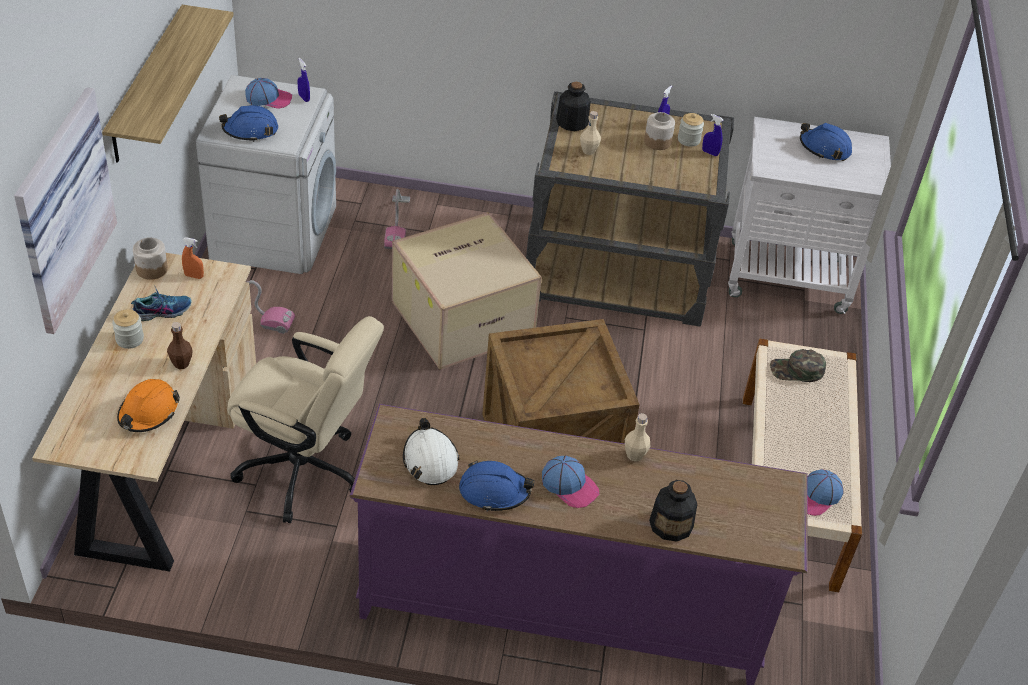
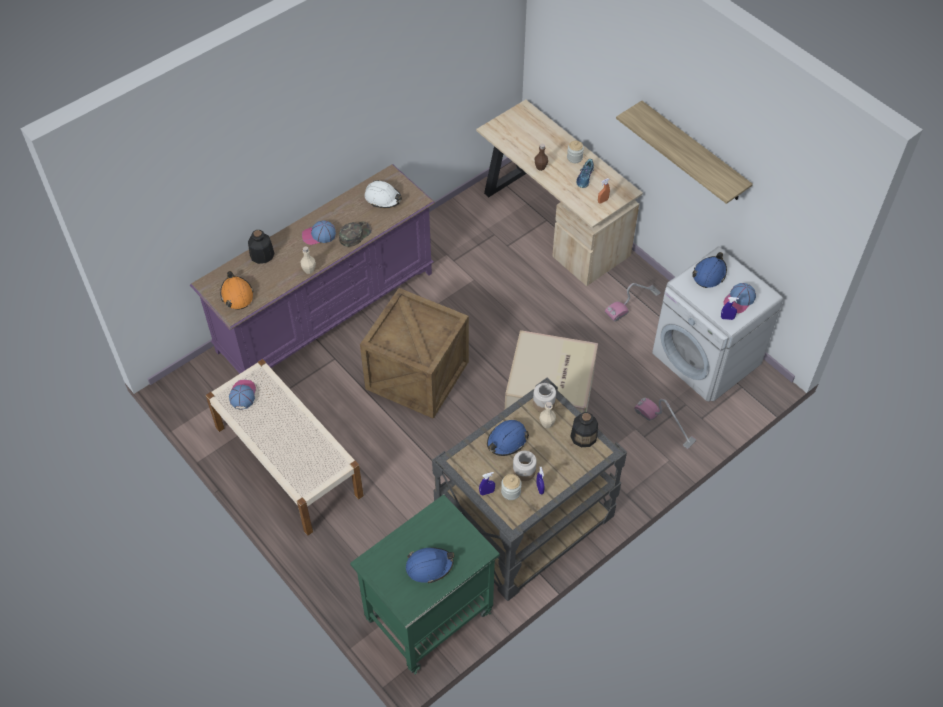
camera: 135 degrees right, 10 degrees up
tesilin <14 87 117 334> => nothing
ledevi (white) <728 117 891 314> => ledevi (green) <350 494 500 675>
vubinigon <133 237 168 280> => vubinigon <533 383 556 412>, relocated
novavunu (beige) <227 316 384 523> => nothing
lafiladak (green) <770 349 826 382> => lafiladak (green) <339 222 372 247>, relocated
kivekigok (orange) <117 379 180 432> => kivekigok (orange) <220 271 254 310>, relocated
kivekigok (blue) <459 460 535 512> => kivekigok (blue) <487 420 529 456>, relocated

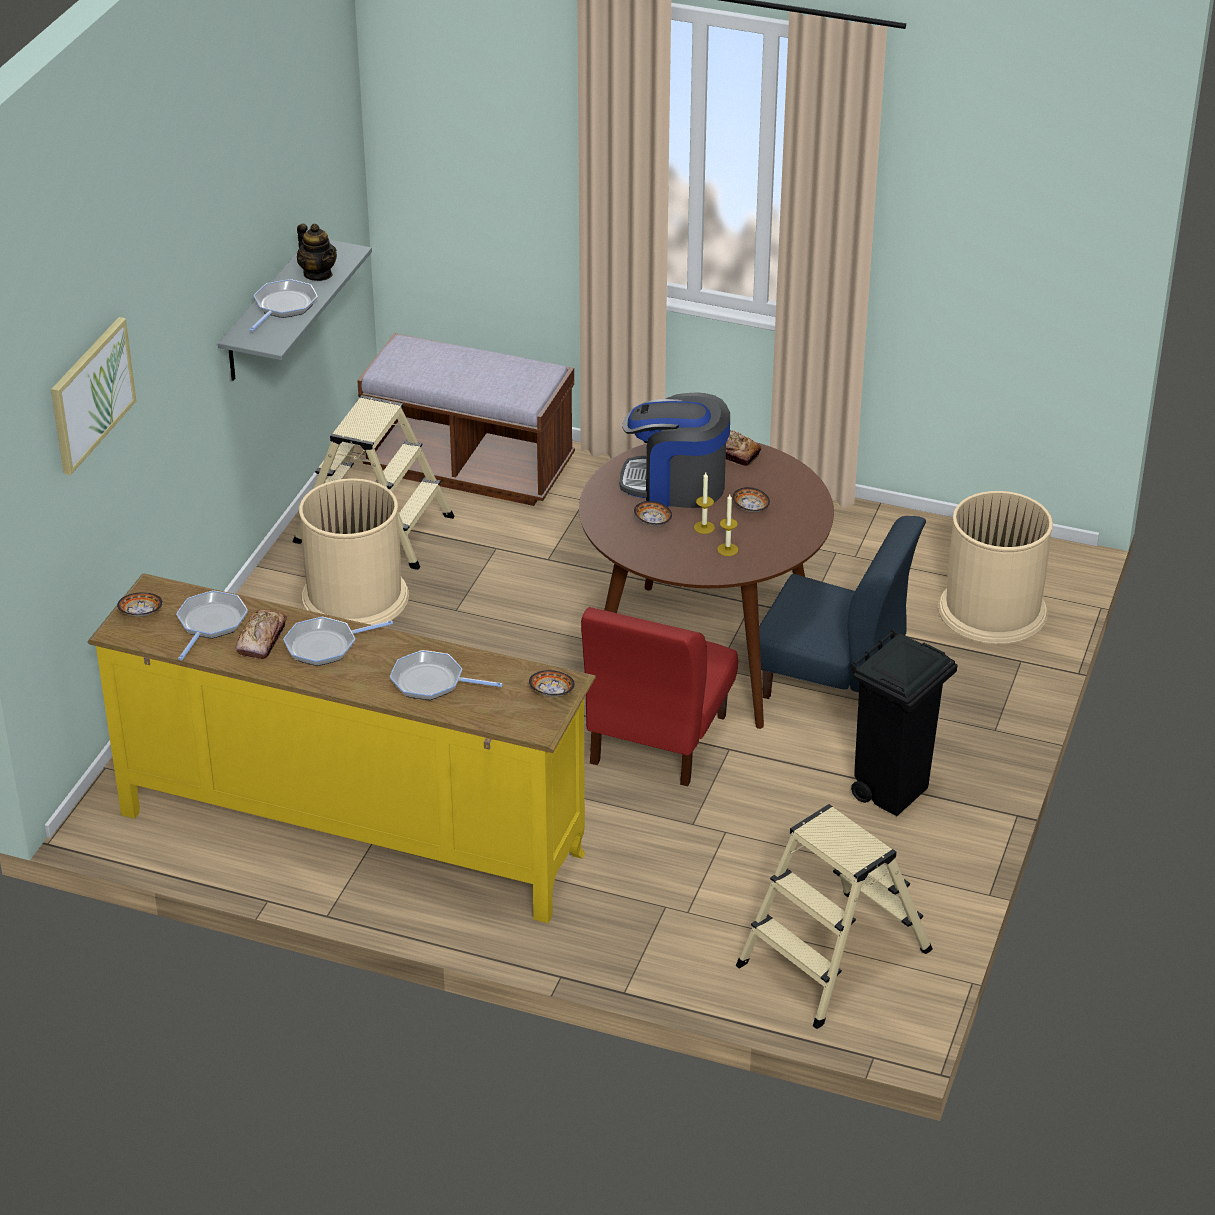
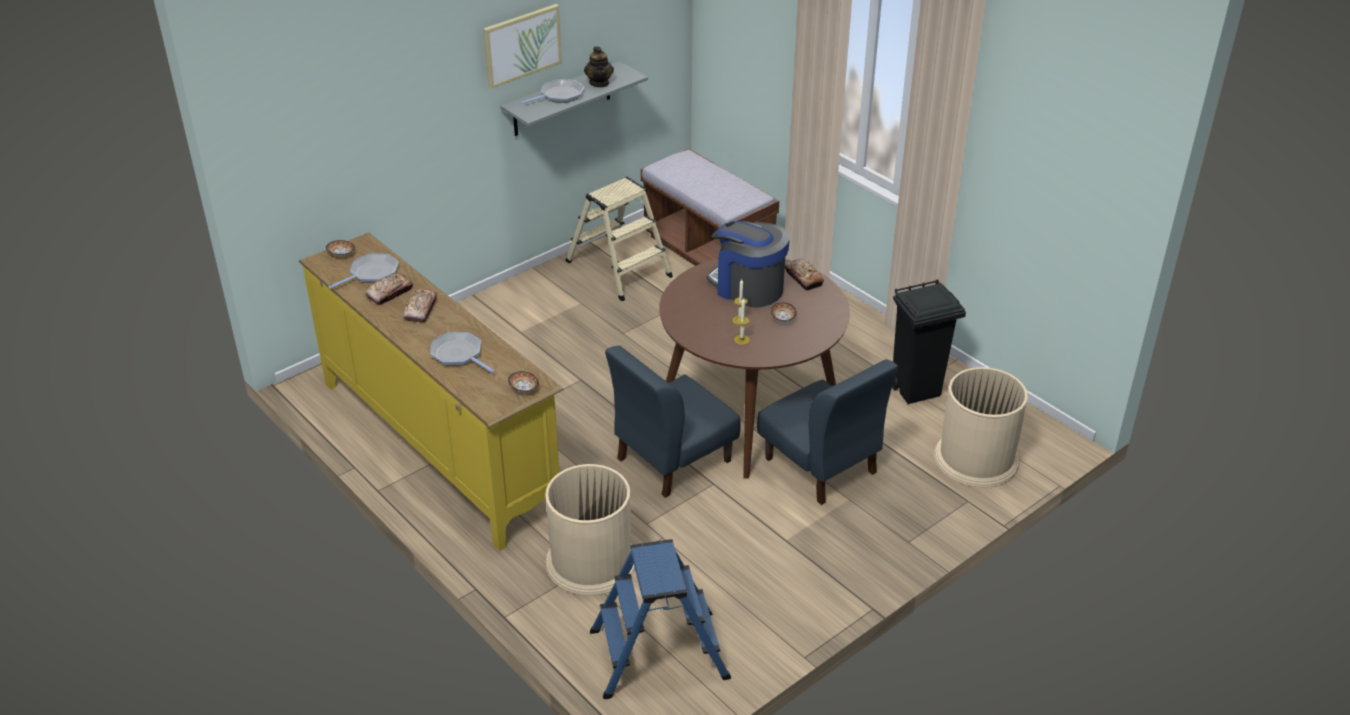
camera: 30 degrees right, 0 degrees up
tesilin <51 317 136 475> => tesilin <483 4 562 89>, relocated
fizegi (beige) <299 478 409 625> => fizegi (beige) <545 464 635 596>, relocated
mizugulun <634 501 672 526> => nothing
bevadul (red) <581 607 738 786> => bevadul (blue) <605 346 741 498>
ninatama <283 617 393 666> => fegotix <403 289 437 323>
fizegi (black) <851 629 957 816> => fizegi (black) <892 279 966 404>, relocated
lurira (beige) <736 804 933 1029> => lurira (blue) <590 539 731 699>

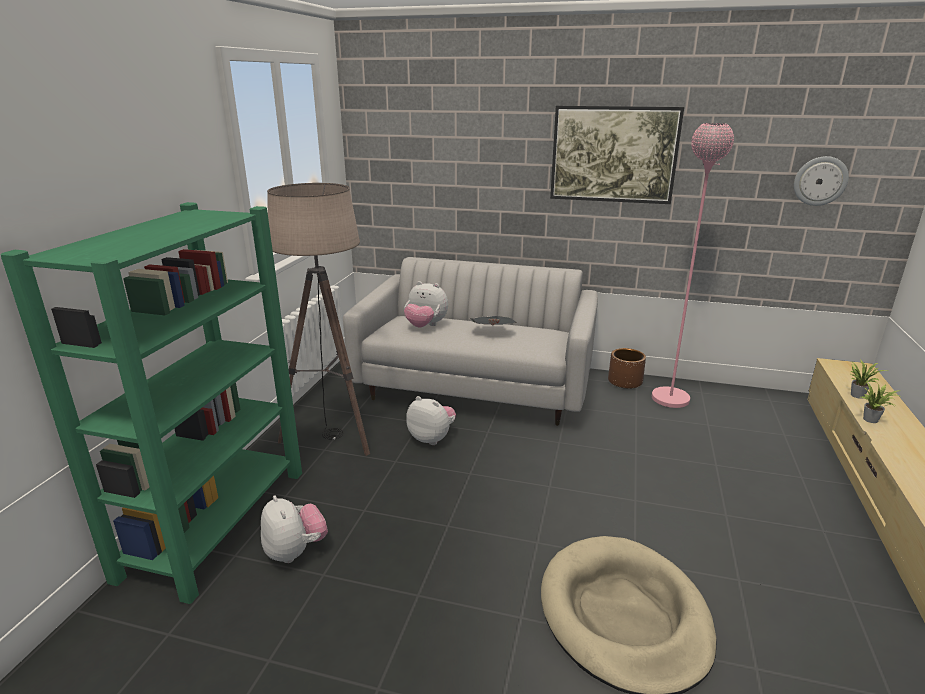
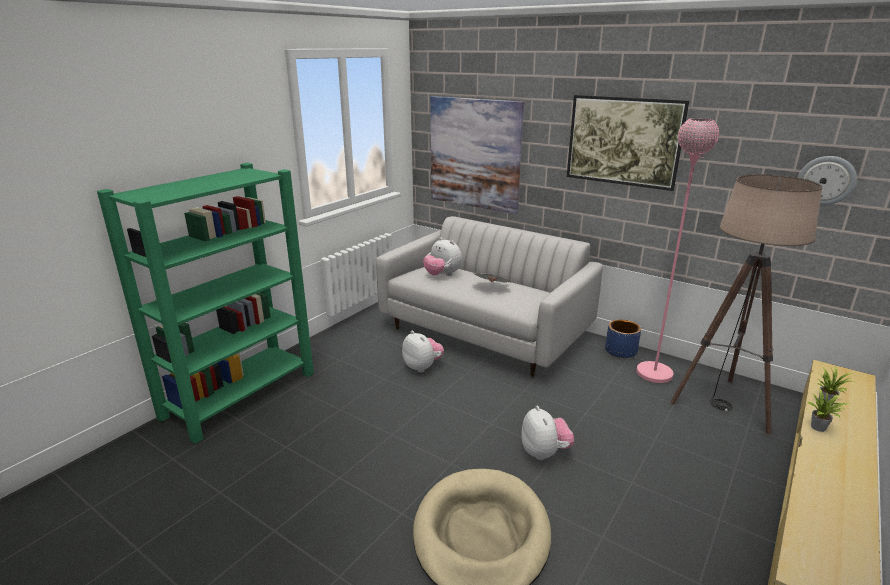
camera: 20 degrees right, 0 degrees up
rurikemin <267 183 370 456> => rurikemin <671 174 822 435>, relocated
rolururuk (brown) <608 348 646 389> => rolururuk (blue) <605 320 641 358>
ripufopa <261 495 328 563> => ripufopa <521 405 574 461>, relocated
nothing => tesilin <430 96 524 214>

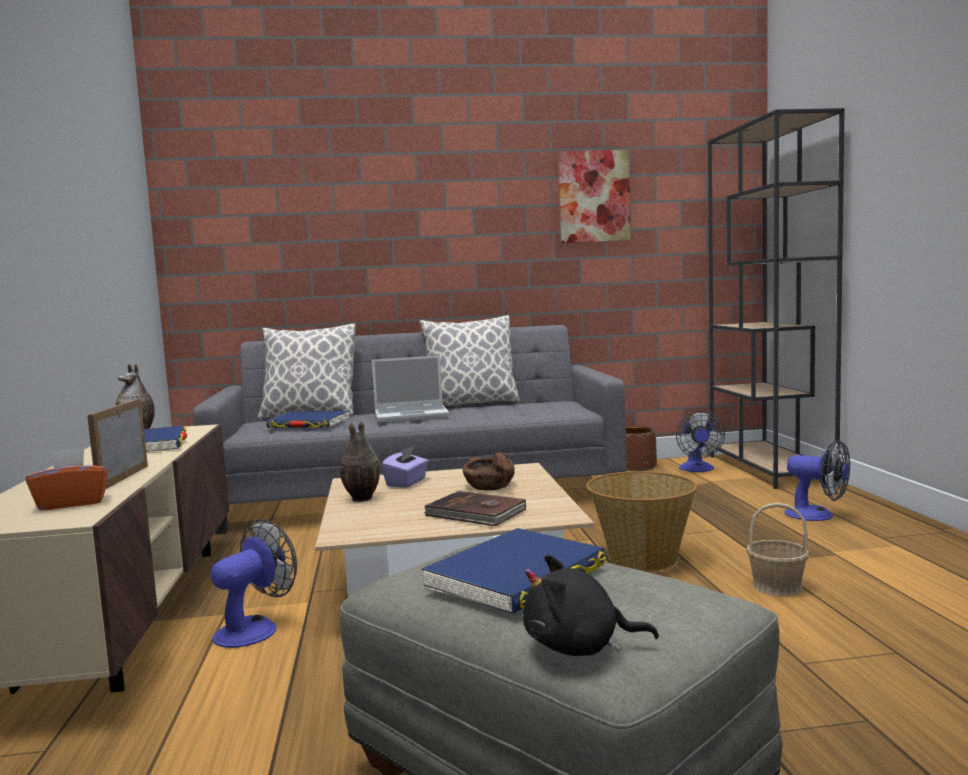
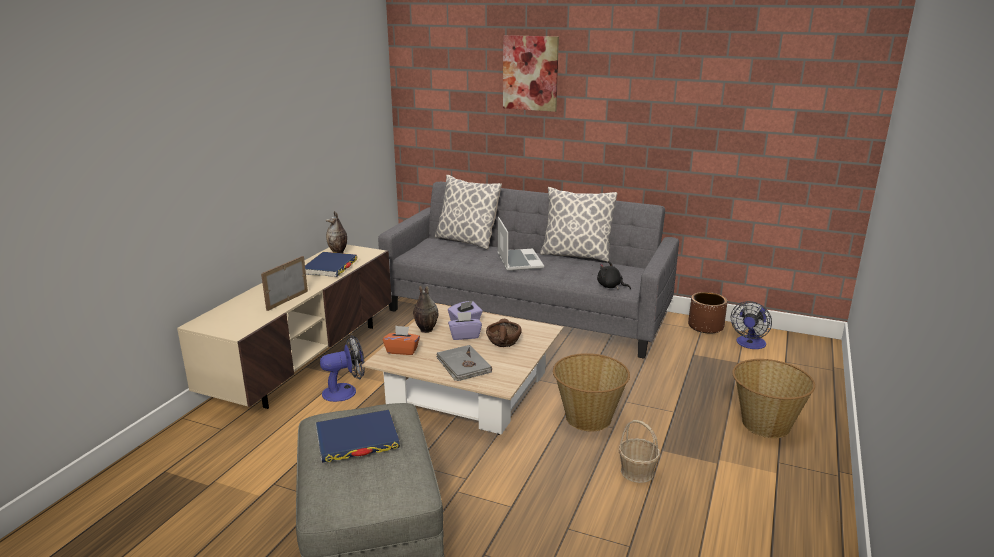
camera: 30 degrees right, 15 degrees up
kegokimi <708 108 845 489> => nothing
tesilin <558 150 631 243> => tesilin <503 35 559 112>, relocated
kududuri <372 355 450 422> => kududuri <498 217 544 271>, 120 degrees counterclockwise
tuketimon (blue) <266 411 350 428> => nothing
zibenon <785 440 850 521> => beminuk <732 359 815 438>
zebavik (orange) <26 448 109 511> => zebavik (orange) <383 325 420 355>, relocated
tuketimon (brown) <424 491 526 526> => tuketimon (grey) <436 345 492 381>
ripufopa (black) <523 554 659 656> => ripufopa (black) <597 261 631 289>, relocated
nothing => zebavik (purple) <448 312 482 340>

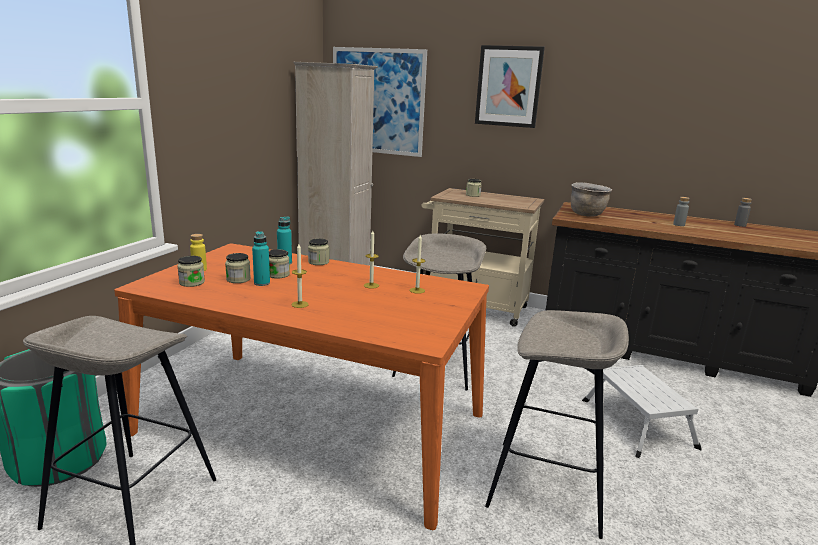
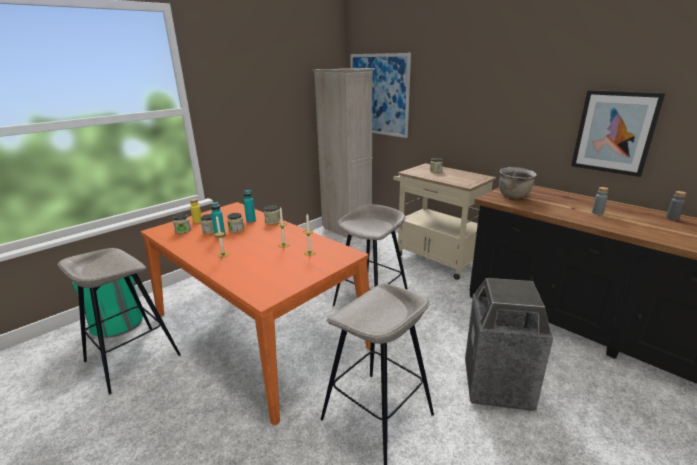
camera: 25 degrees right, 5 degrees up
tesilin <475 45 545 128> => tesilin <571 90 666 177>, relocated
lurira (white) <582 365 702 458> => fizegi <465 278 553 411>

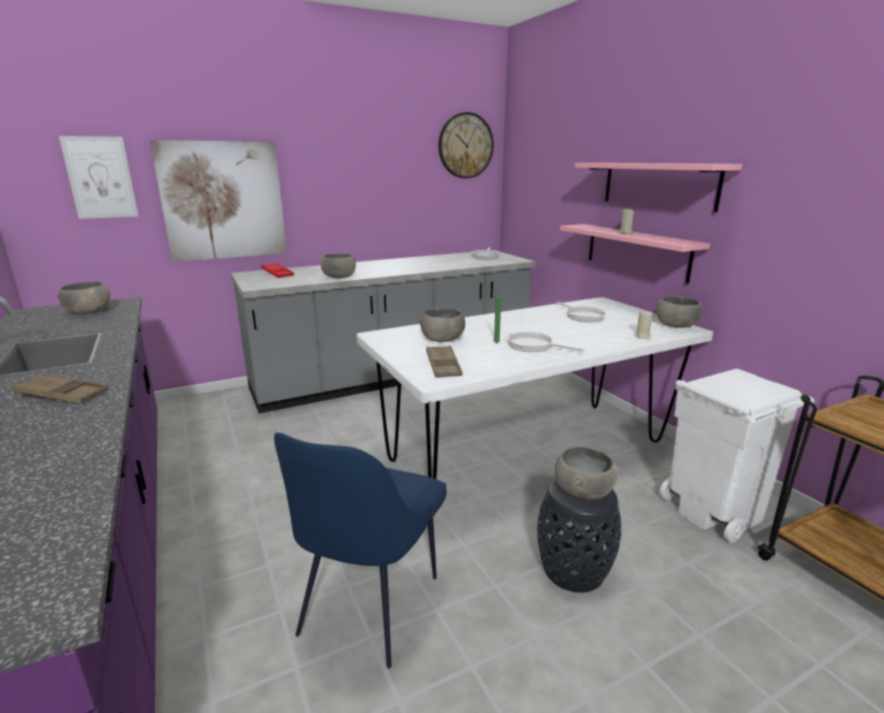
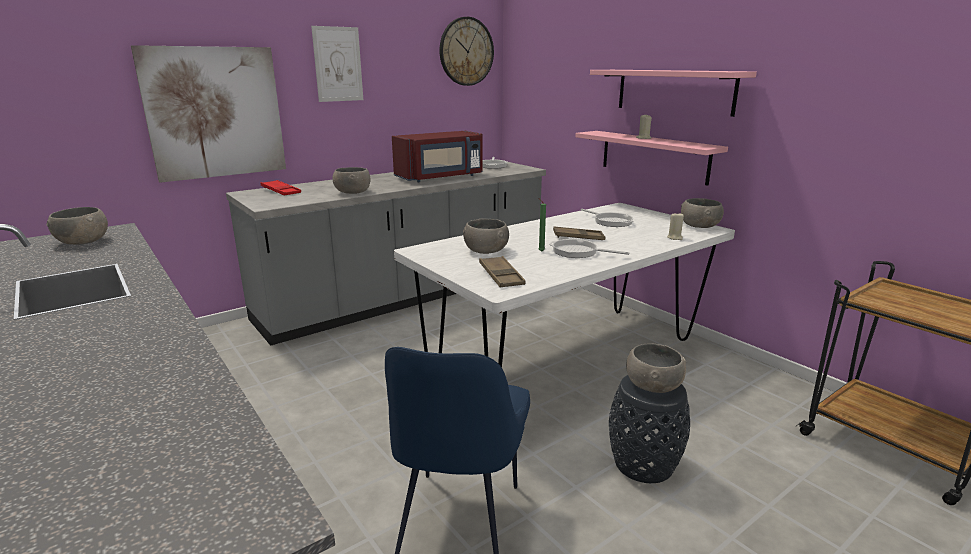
camera: 10 degrees left, 0 degrees up
tesilin <59 136 138 219> => tesilin <311 26 363 102>, relocated
fizegi (white) <659 369 815 543> => nothing
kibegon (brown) <11 373 108 404> => kibegon (brown) <553 226 606 240>, relocated
nothing => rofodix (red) <392 131 483 182>

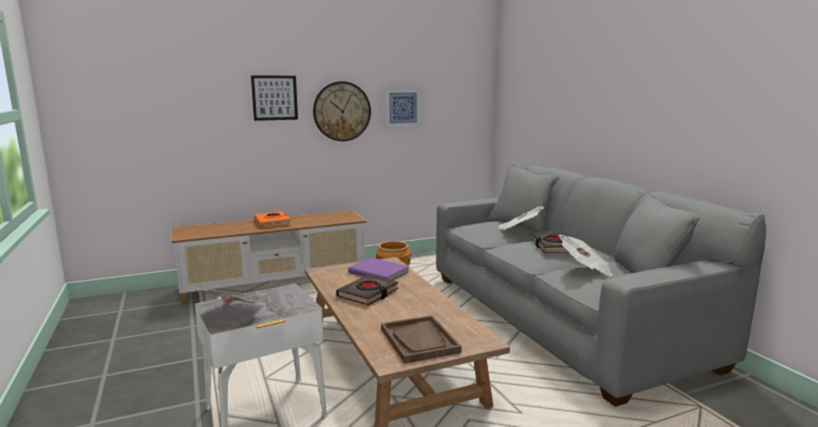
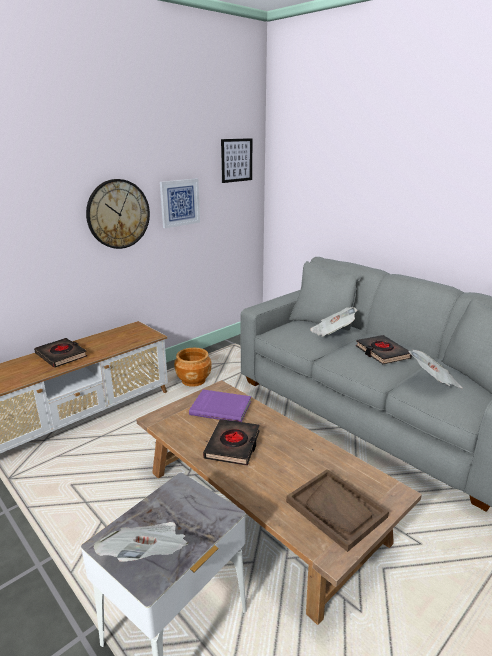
camera: 20 degrees left, 10 degrees up
tesilin <251 75 298 121> => tesilin <221 138 252 183>, relocated
tuketimon (orange) <254 211 291 228> => tuketimon (black) <34 338 87 368>

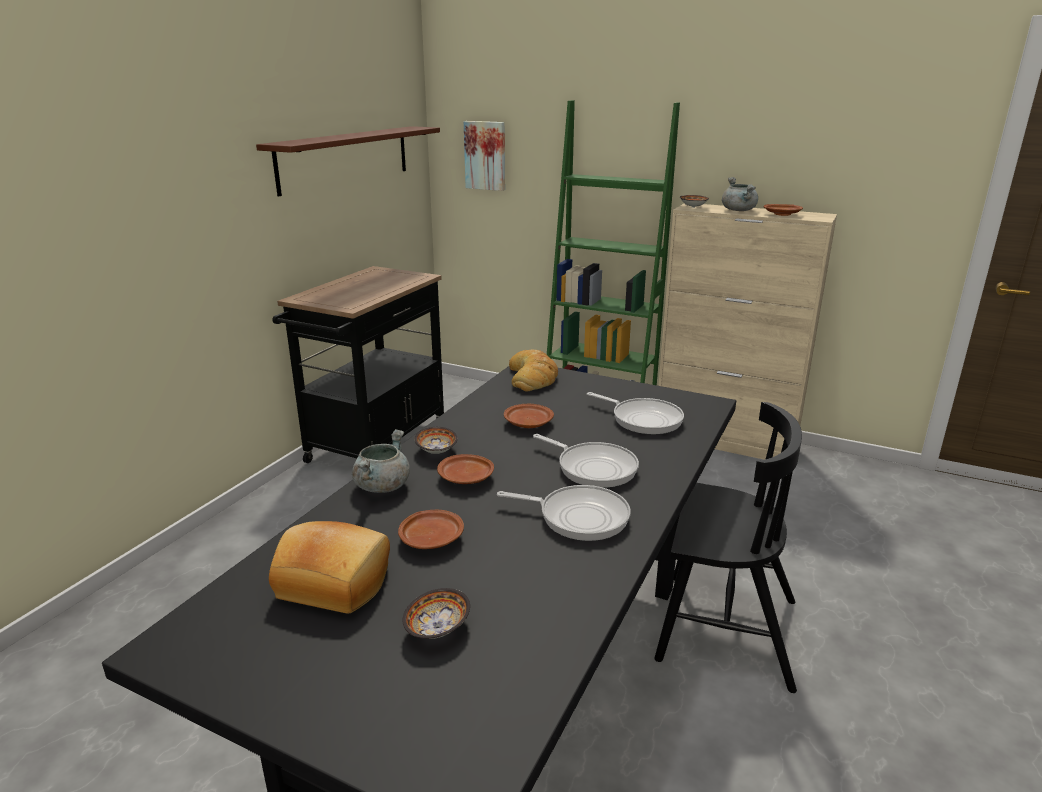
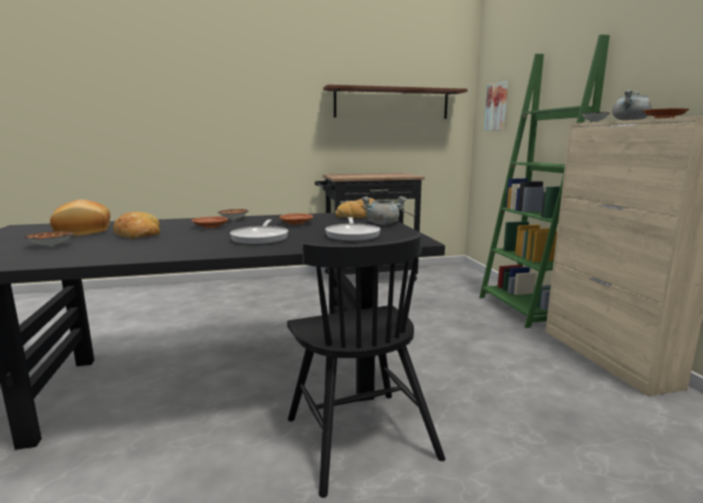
camera: 50 degrees right, 10 degrees down
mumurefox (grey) <352 429 410 493> => mumurefox (grey) <361 196 407 225>, relocated
ninatama <497 485 631 541> => nothing
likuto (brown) <398 510 464 549> => fegotix <113 212 160 239>

